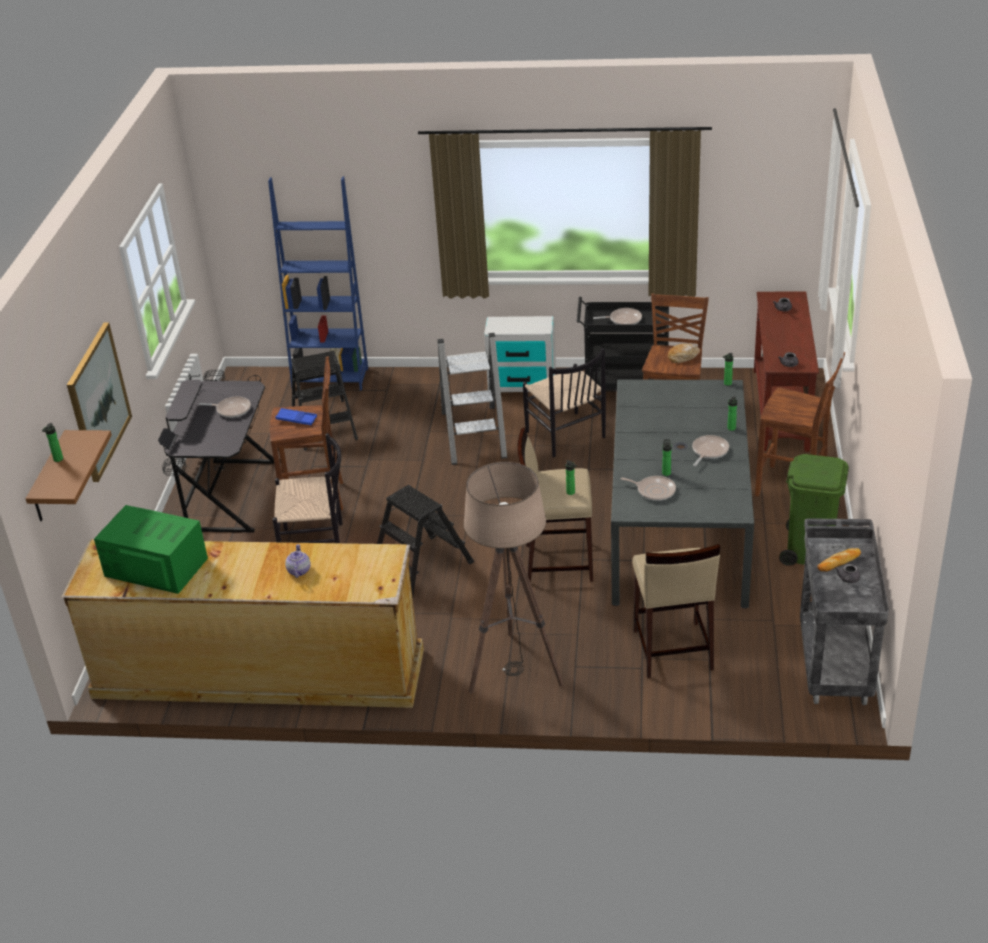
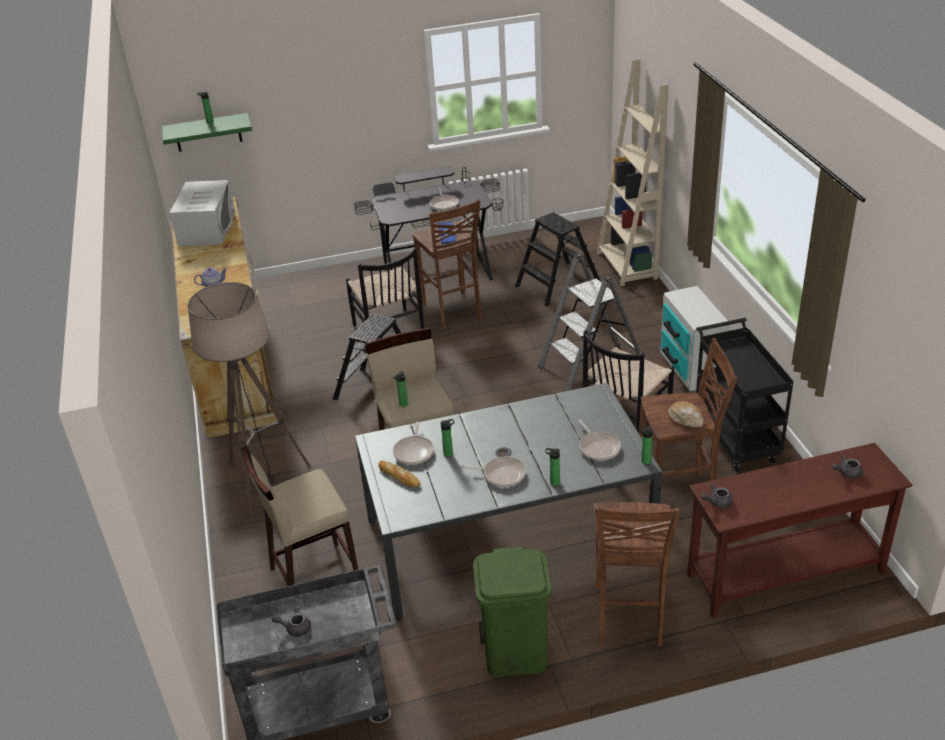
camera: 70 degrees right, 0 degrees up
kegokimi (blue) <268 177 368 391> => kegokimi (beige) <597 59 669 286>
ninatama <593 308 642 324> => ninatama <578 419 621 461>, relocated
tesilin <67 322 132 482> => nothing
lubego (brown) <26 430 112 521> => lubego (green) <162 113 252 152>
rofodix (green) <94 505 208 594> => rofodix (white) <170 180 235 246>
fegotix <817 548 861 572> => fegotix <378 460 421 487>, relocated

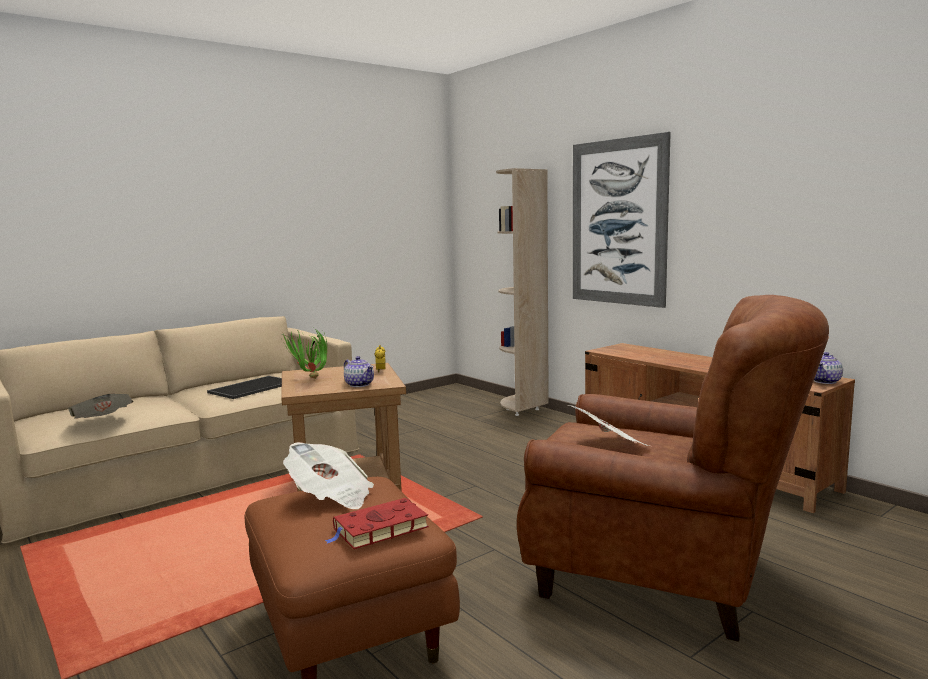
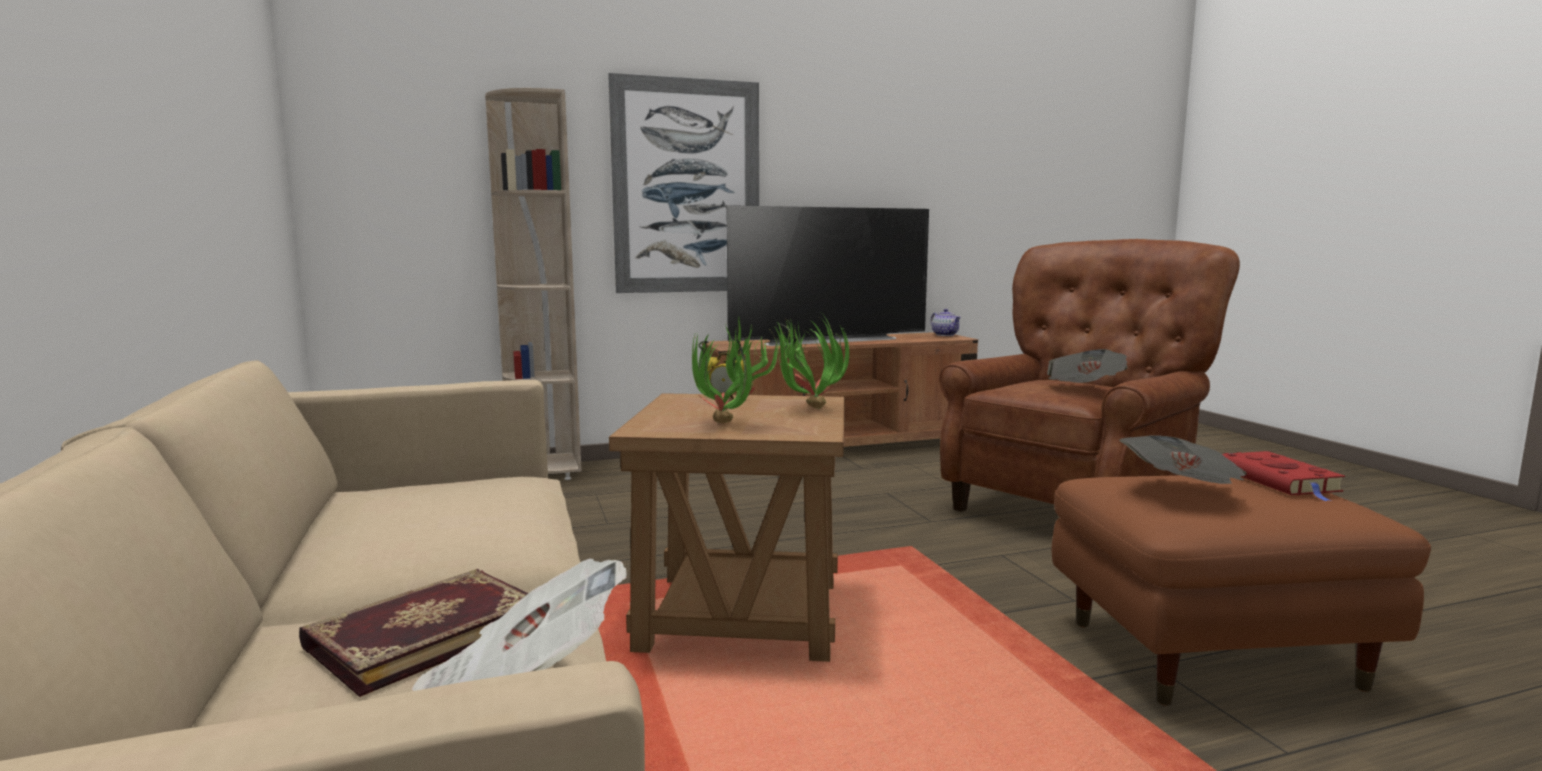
camera: 70 degrees left, 0 degrees up
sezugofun <344 356 374 387> => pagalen <768 312 849 409>
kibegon <207 376 282 399> => nothing
nothing => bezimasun <726 205 929 346>
nothing => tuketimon <299 569 528 697>

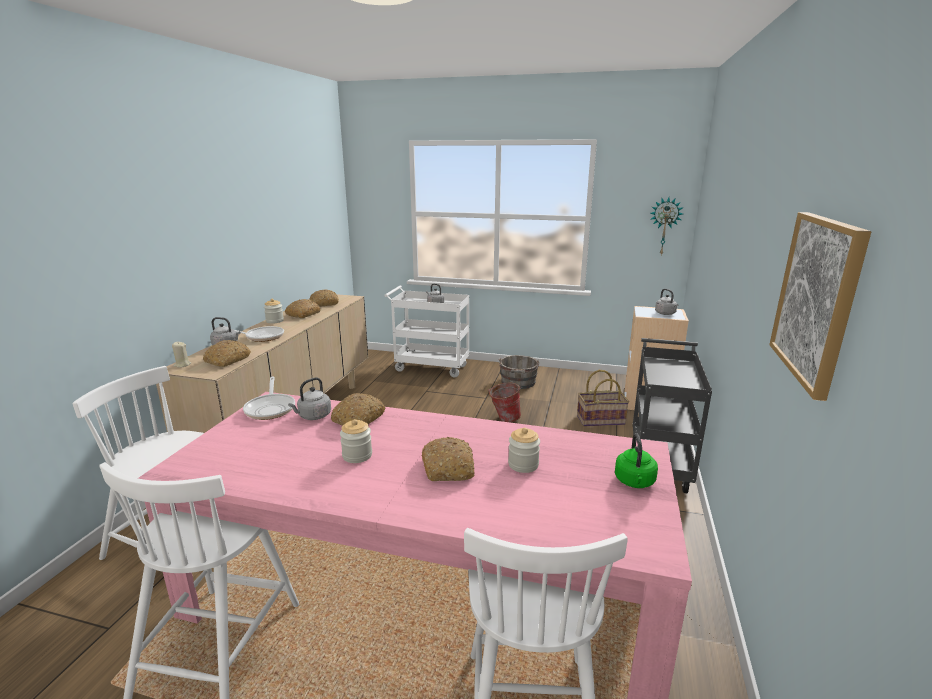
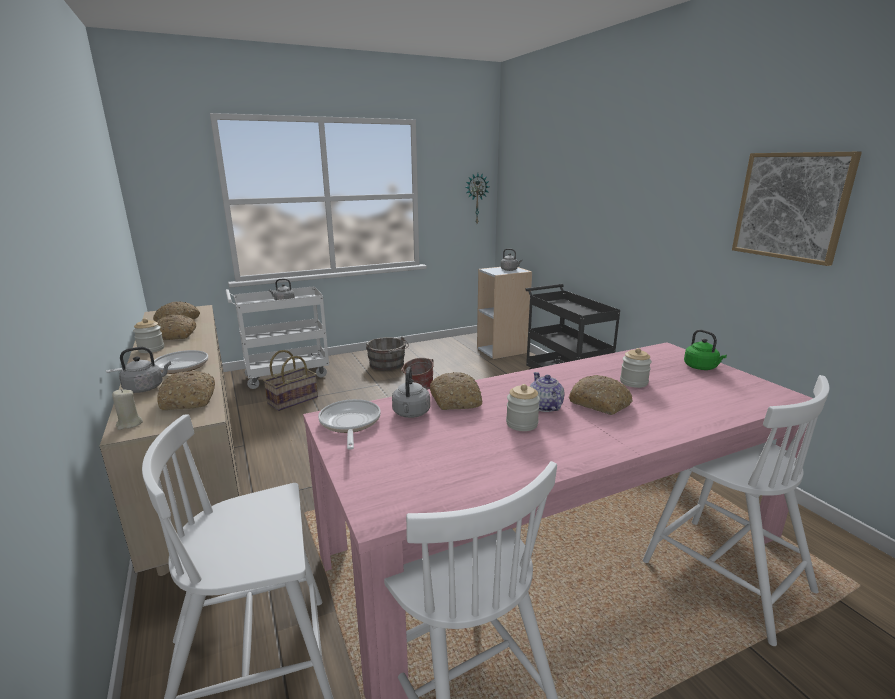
camera: 40 degrees left, 0 degrees up
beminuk <577 370 629 426> => beminuk <263 350 318 411>, relocated
ninatama <243 376 295 420> => ninatama <318 399 381 450>, 135 degrees counterclockwise
nothing => sezugofun <530 372 564 412>

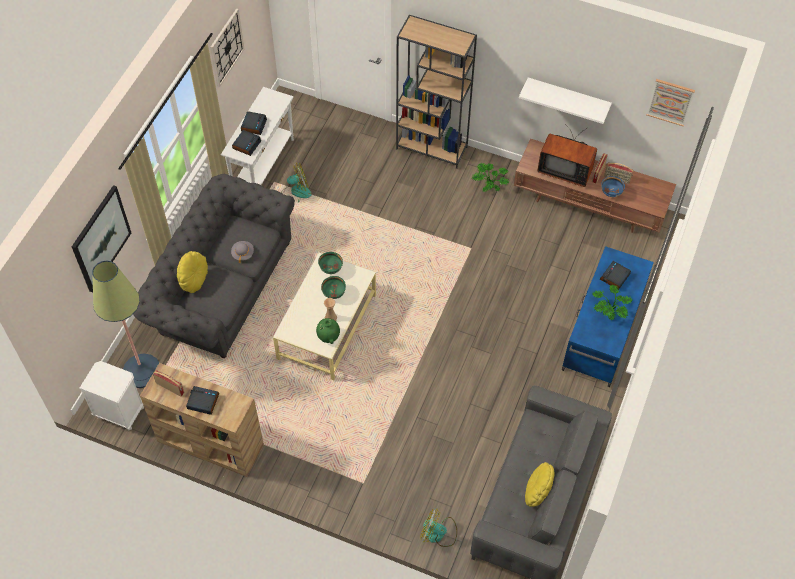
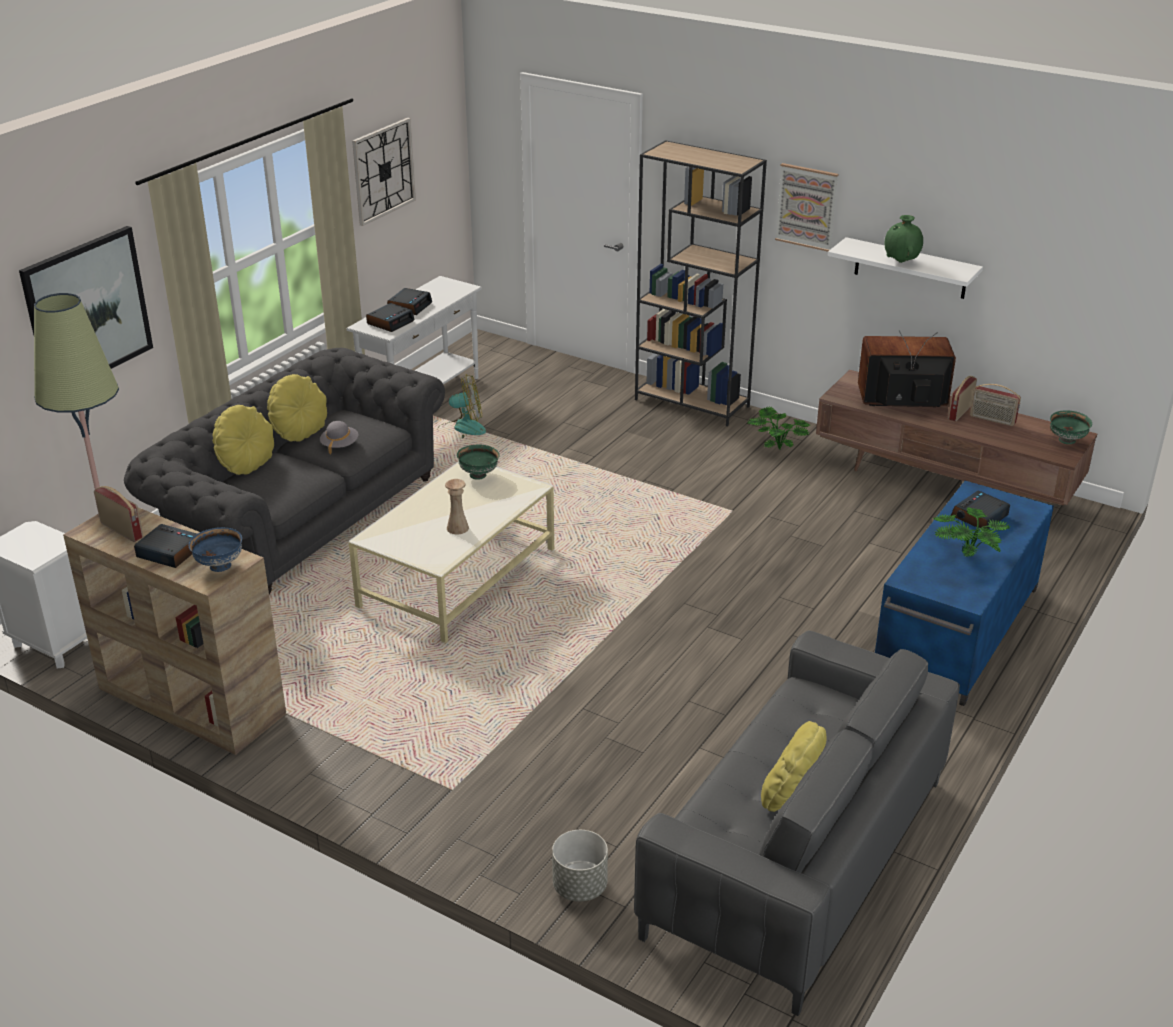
camera: 10 degrees right, 25 degrees down
tesilin <647 79 695 127> => tesilin <775 163 838 252>, relocated
bezimasun <537 124 597 187> => bezimasun <858 330 956 407>, 150 degrees clockwise
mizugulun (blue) <601 176 625 197> => mizugulun (blue) <189 527 242 572>, relocated
mizugulun (green) <321 276 346 299> => mizugulun (green) <1050 410 1092 444>, relocated
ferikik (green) <316 318 340 344> => ferikik (green) <885 215 923 263>, relocated
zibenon <420 509 457 547> => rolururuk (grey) <552 830 608 902>
nothing => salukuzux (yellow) <267 374 327 442>

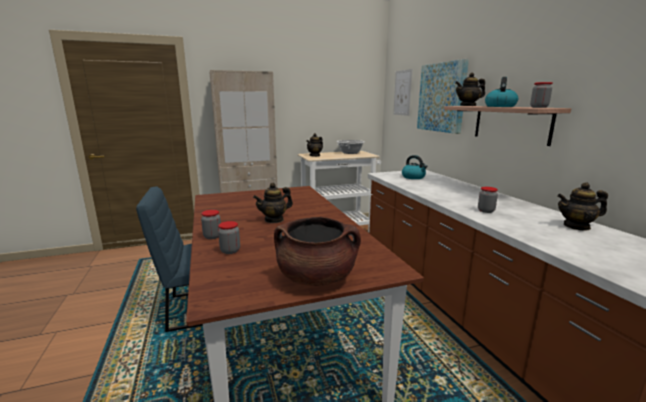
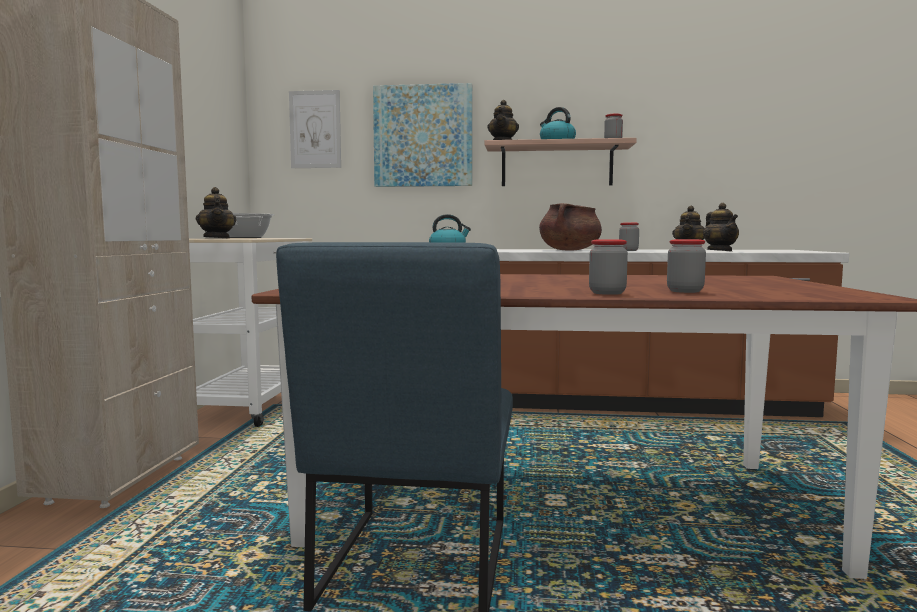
camera: 65 degrees left, 10 degrees down
sezugofun <253 183 293 223> => sezugofun <703 203 739 251>, relocated
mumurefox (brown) <274 217 361 286> => mumurefox (brown) <539 203 602 251>, relocated

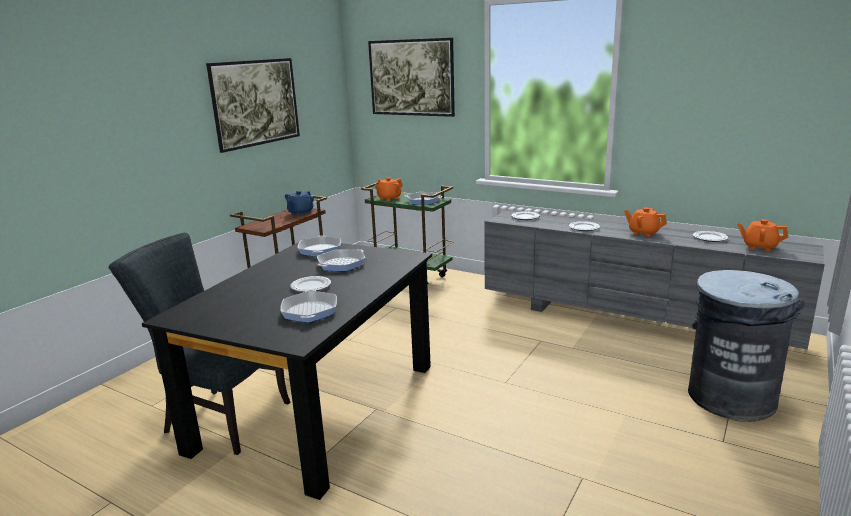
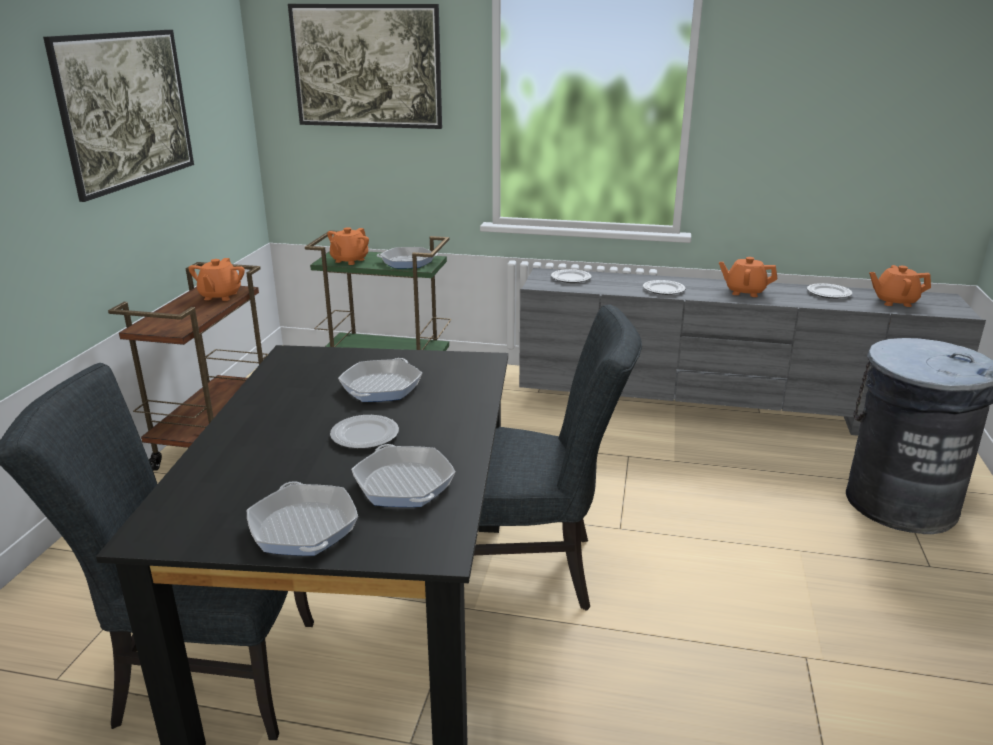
camera: 20 degrees left, 5 degrees up
sezugofun (blue) <285 191 314 216> => sezugofun (orange) <188 258 245 301>
ninatama <297 235 341 257> => ninatama <247 481 358 556>, relocated
nothing => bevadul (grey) <474 304 642 611>

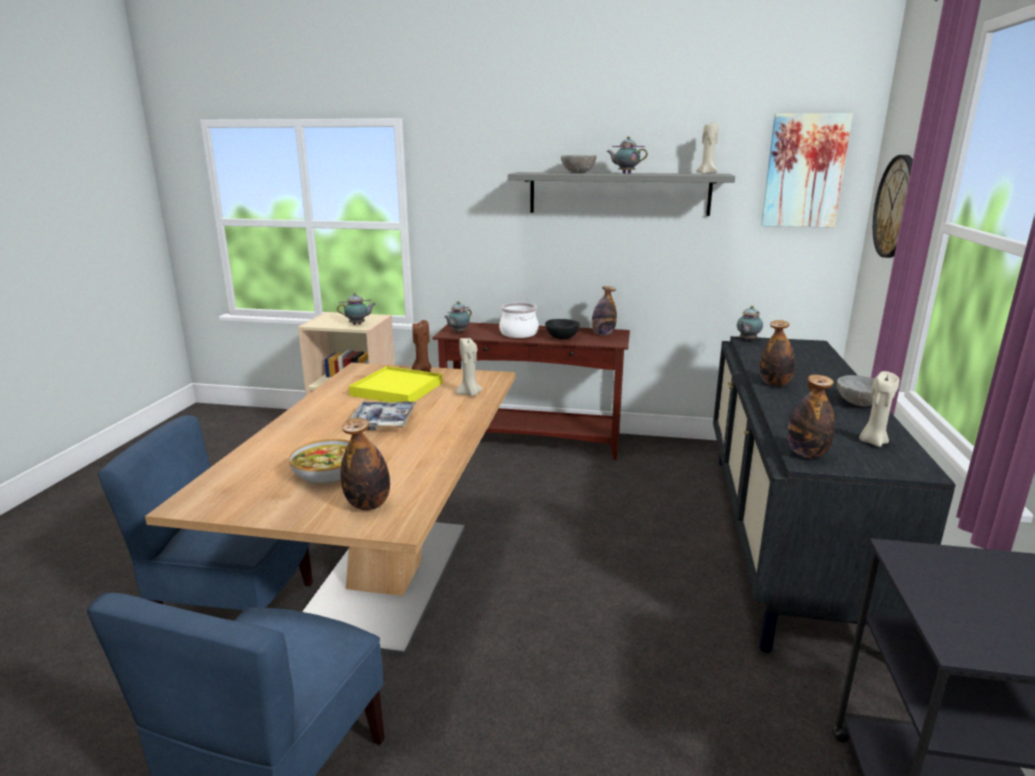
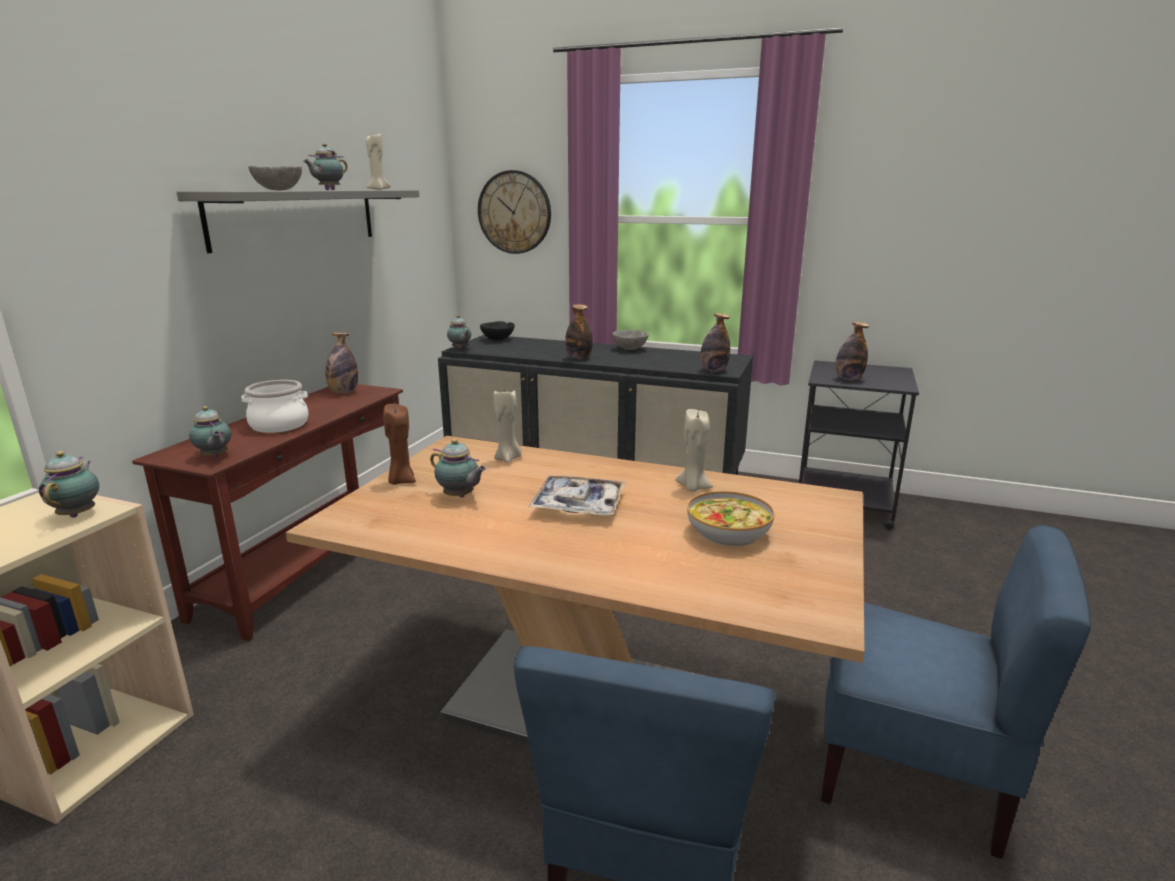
camera: 80 degrees left, 0 degrees up
tesilin <761 113 853 228> => nothing
mizugulun (black) <545 319 580 339> => mizugulun (black) <480 321 515 340>, relocated
kibegon (yellow) <349 366 442 402> => sezugofun <430 439 486 498>
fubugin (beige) <859 371 900 447> => fubugin (beige) <675 409 713 492>, relocated
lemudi <340 418 390 510> => lemudi <835 322 869 381>, relocated

